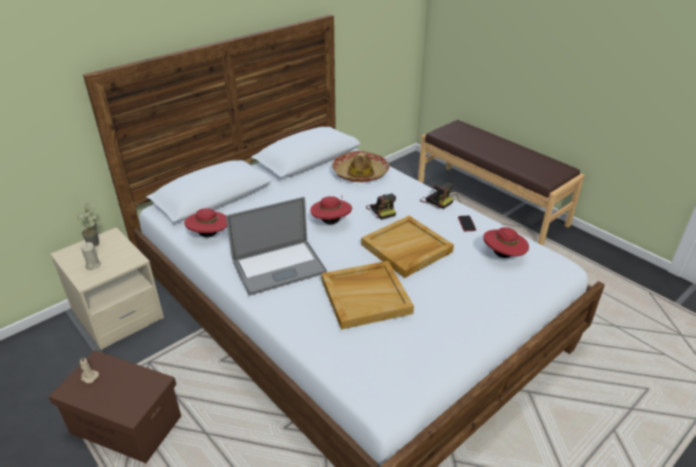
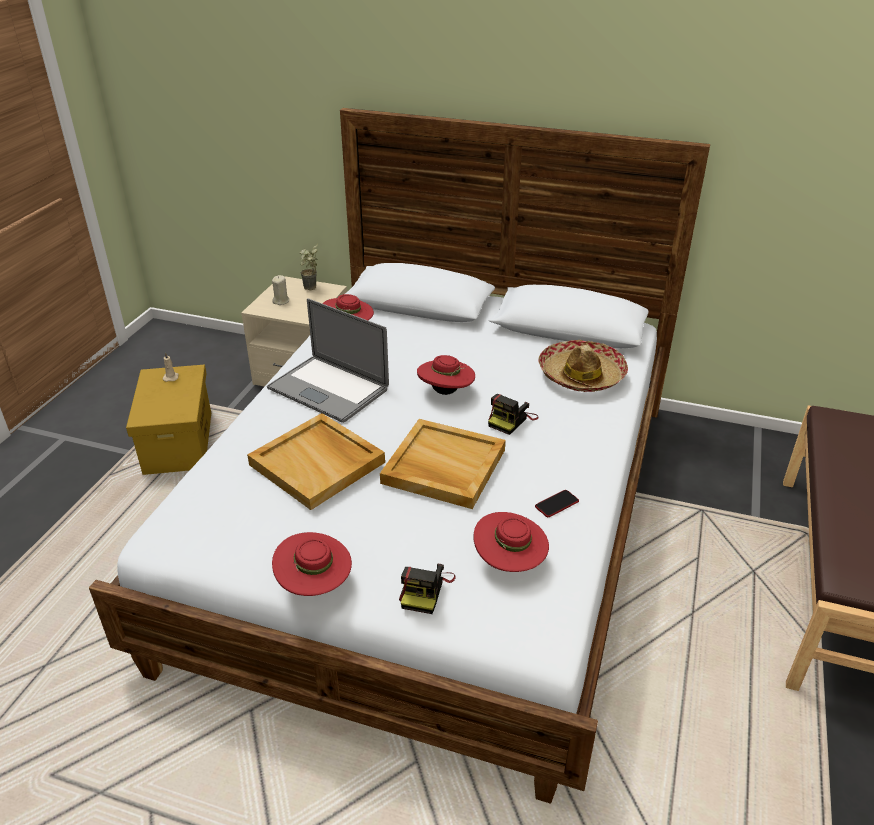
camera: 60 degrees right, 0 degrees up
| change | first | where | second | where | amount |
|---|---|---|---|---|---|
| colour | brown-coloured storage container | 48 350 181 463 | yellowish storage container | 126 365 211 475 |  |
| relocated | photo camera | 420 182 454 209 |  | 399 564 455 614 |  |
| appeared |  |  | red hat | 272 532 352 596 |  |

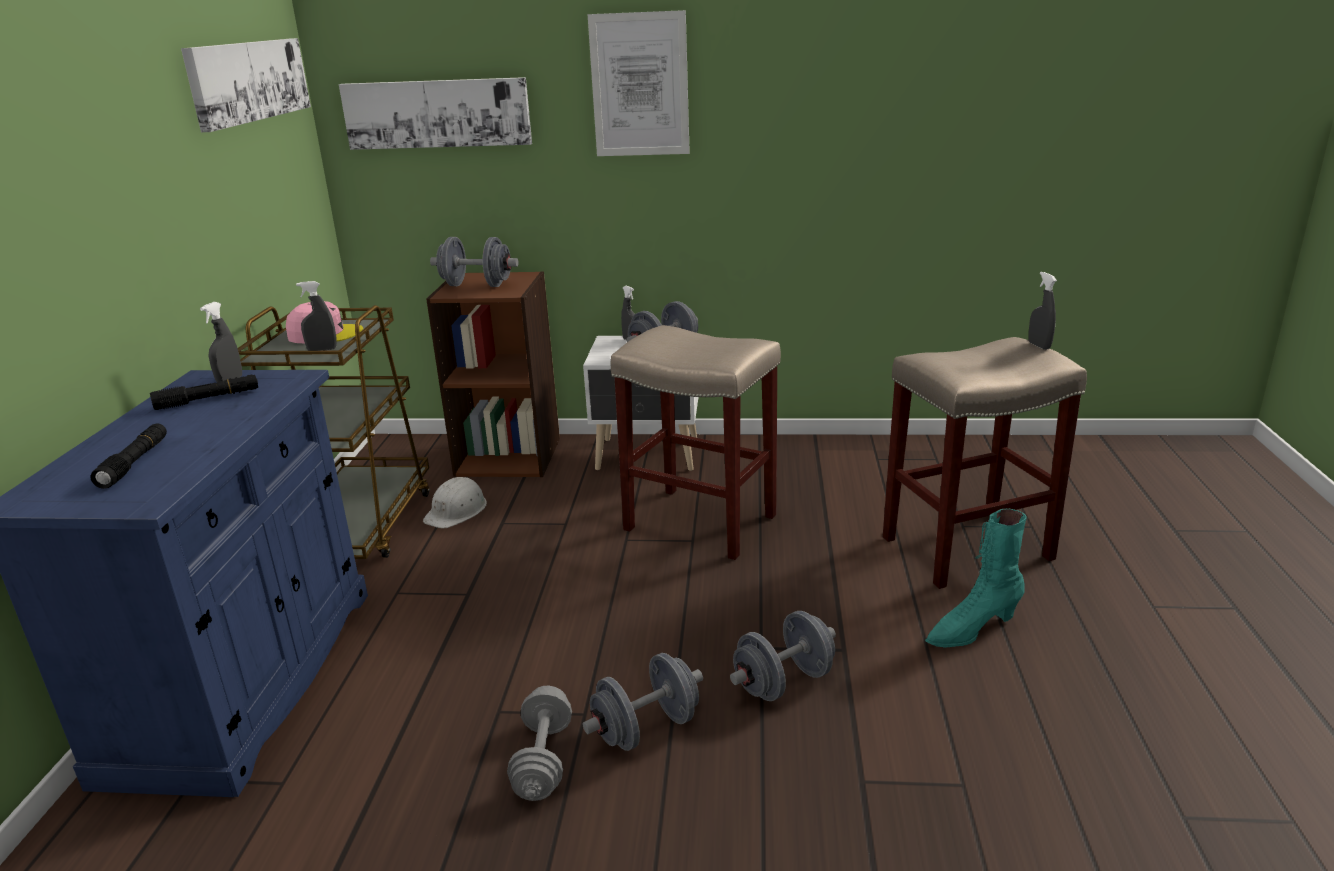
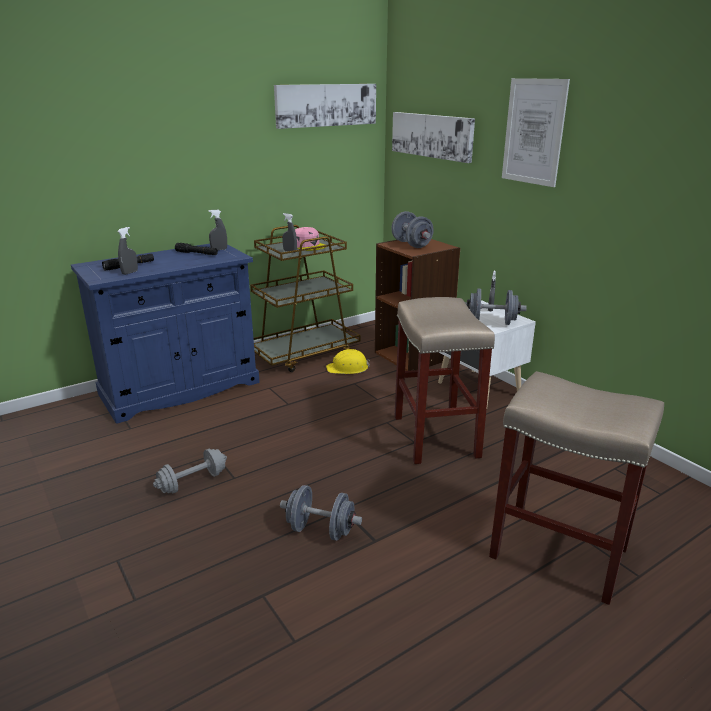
camera: 50 degrees right, 0 degrees up
| change | first | where | second | where | amount |
|---|---|---|---|---|---|
| colour | white safety helmet | 423 477 487 528 | yellowish safety helmet | 326 349 370 374 |  |
| missing | gray hand weight | 583 653 703 751 |  |  |  |
| missing | turquoise-coloured tall boot | 925 509 1026 648 |  |  |  |
| relocated | gray spray bottle | 1028 272 1057 350 |  | 117 227 138 275 |  |

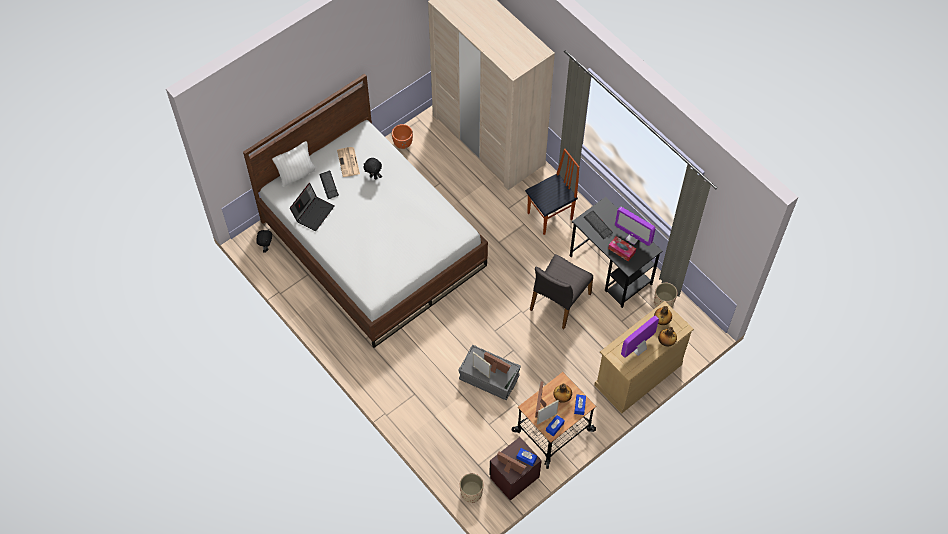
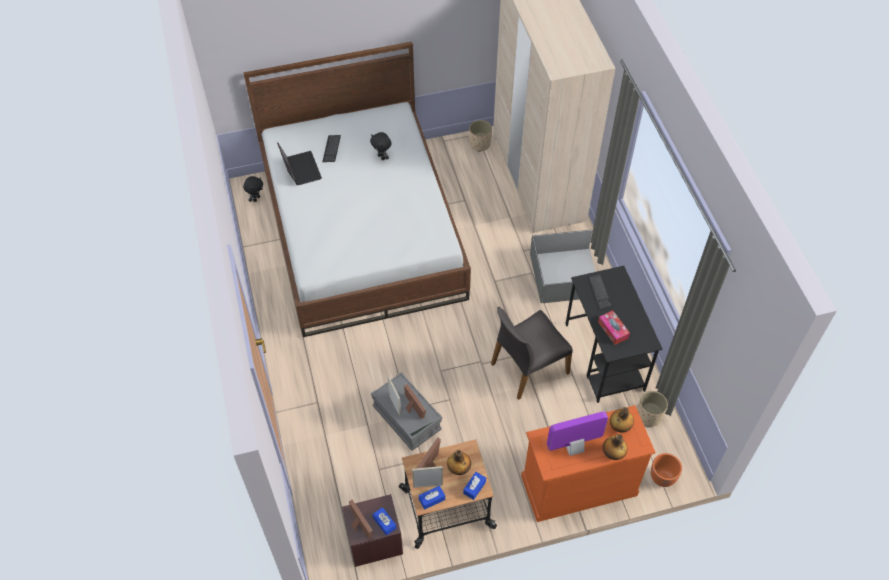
camera: 25 degrees right, 5 degrees down
| change | first | where | second | where | amount |
|---|---|---|---|---|---|
| missing | white cushion | 272 141 317 188 |  |  |  |
| spun | portable computer | 290 183 335 231 |  | 277 142 322 185 | 75 degrees counterclockwise |
| missing | daily paper | 337 147 360 177 |  |  |  |
| relocated | orange-coloured flower pot | 392 124 413 149 |  | 651 453 682 487 |  |
| relocated | beige flower pot | 460 473 484 503 |  | 469 120 492 152 |  |
| exchanged | chair | 525 148 579 235 | gray storage container | 530 230 595 303 |  |
| colour | beige chest of drawers | 594 301 694 413 | orange-coloured chest of drawers | 521 405 655 522 |  |
| missing | computer display | 615 207 656 246 |  |  |  |

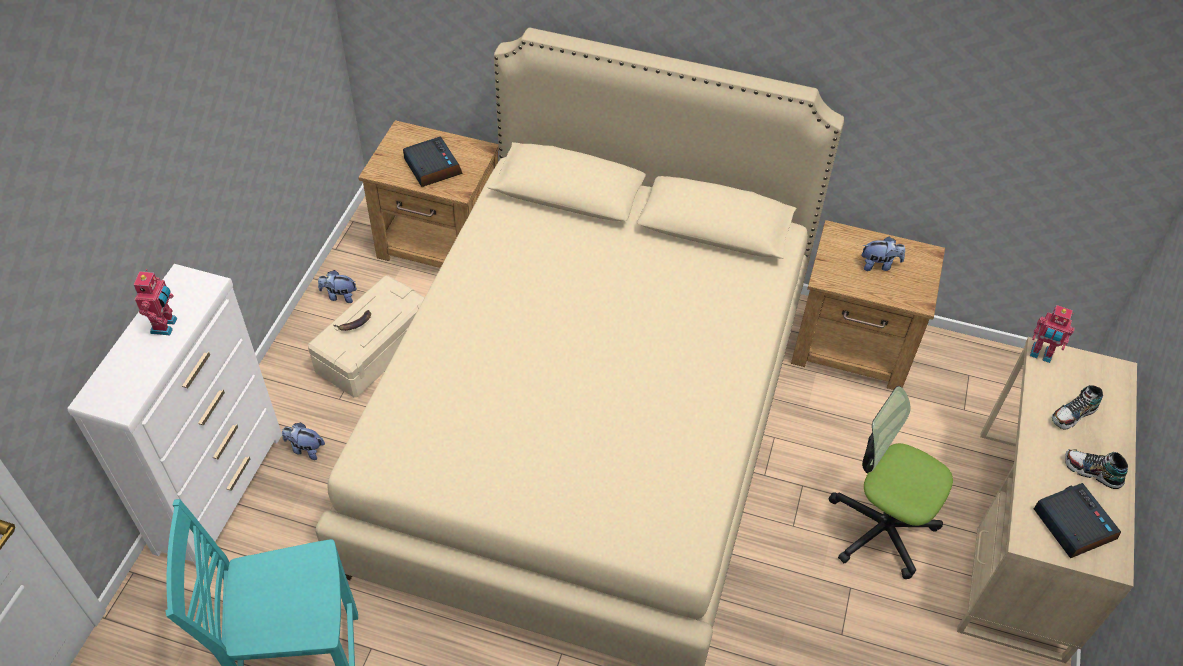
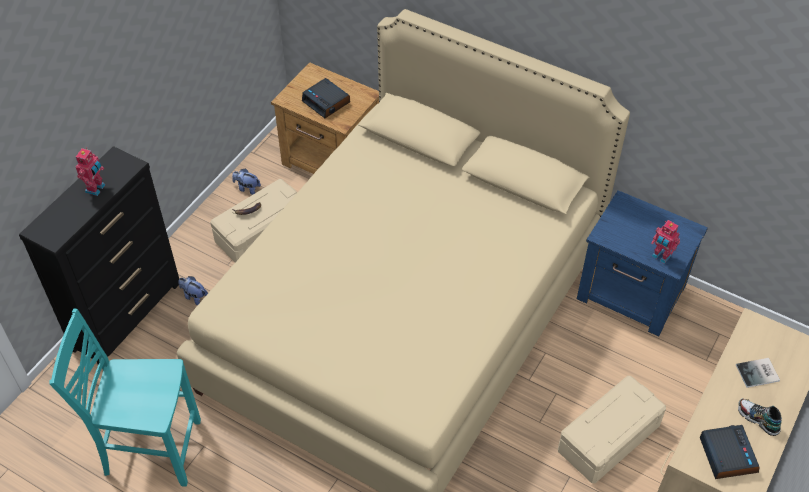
camera: 15 degrees right, 0 degrees up
| change | first | where | second | where | amount |
|---|---|---|---|---|---|
| colour | white chest of drawers | 68 264 282 566 | blackish chest of drawers | 19 146 179 364 |  |
| spun | table clock | 403 137 463 187 |  | 302 78 350 118 | 150 degrees clockwise |
| colour | brown-coloured night table | 791 220 945 390 | blue night table | 577 190 708 336 |  |
| exchanged | office chair | 829 386 953 579 | beige storage container | 558 376 666 483 |  |
| missing | soft toy | 861 237 905 271 |  |  |  |
| relocated | robot figure | 1030 305 1075 363 |  | 651 220 680 264 |  |
| exchanged | low shoe | 1052 385 1103 430 | book | 736 358 780 388 |  |

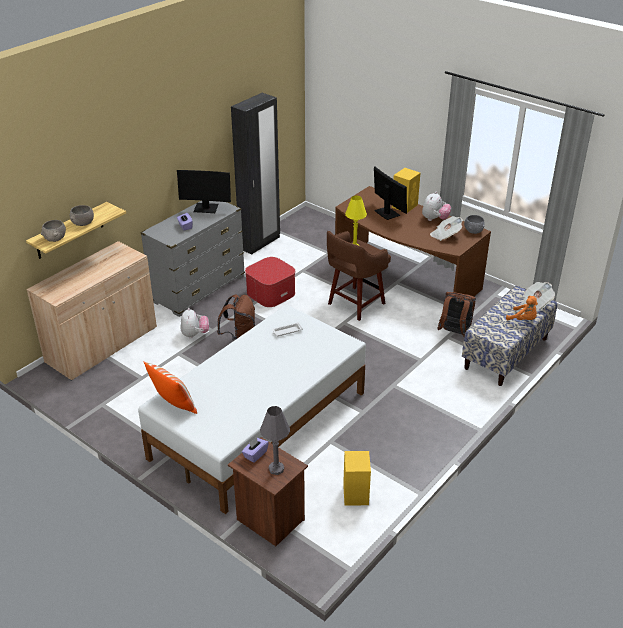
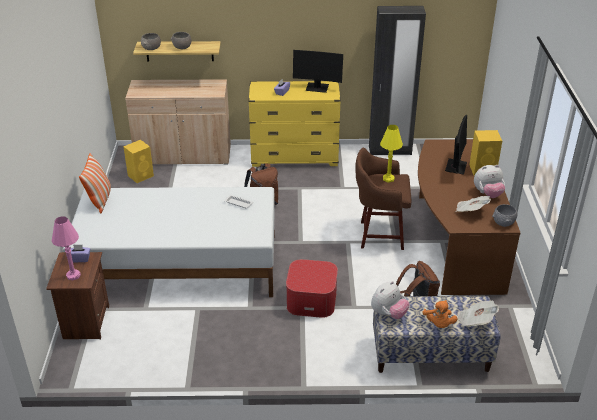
camera: 50 degrees right, 0 degrees up
| change | first | where | second | where | amount |
|---|---|---|---|---|---|
| colour | gray chest of drawers | 141 200 245 317 | yellowish chest of drawers | 248 81 341 167 |  |
| spun | computer display | 177 170 231 213 |  | 293 50 343 93 | 45 degrees counterclockwise |
| relocated | soft toy | 181 308 209 338 |  | 371 281 410 319 |  |
| relocated | pouffe | 245 257 295 307 |  | 286 259 338 318 |  |
| colour | gray lamp for a table | 260 406 290 475 | pink lamp for a table | 52 216 81 280 |  |
| relocated | yellowish loudspeaker | 343 451 371 506 |  | 123 140 154 183 |  |

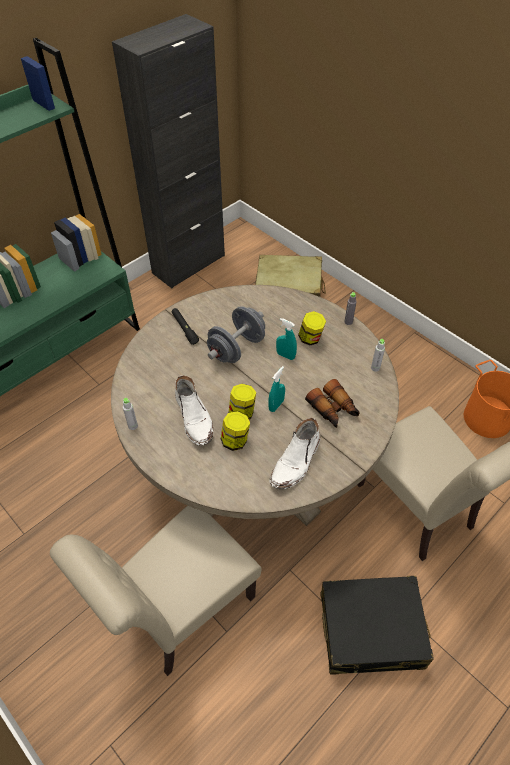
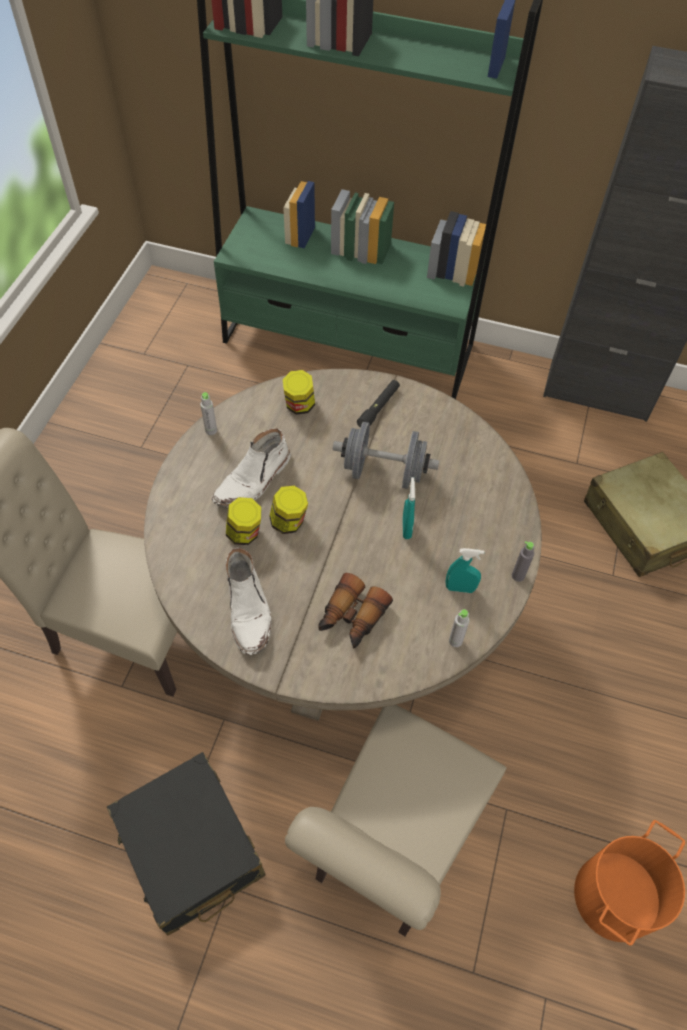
camera: 60 degrees right, 5 degrees up
| change | first | where | second | where | amount |
|---|---|---|---|---|---|
| relocated | turquoise-coloured spray bottle | 268 366 285 412 |  | 446 548 484 593 |  |
| spun | white tall boot | 269 418 320 489 |  | 226 548 272 655 | 105 degrees counterclockwise |
| relocated | jar | 298 311 326 345 |  | 283 370 315 415 |  |

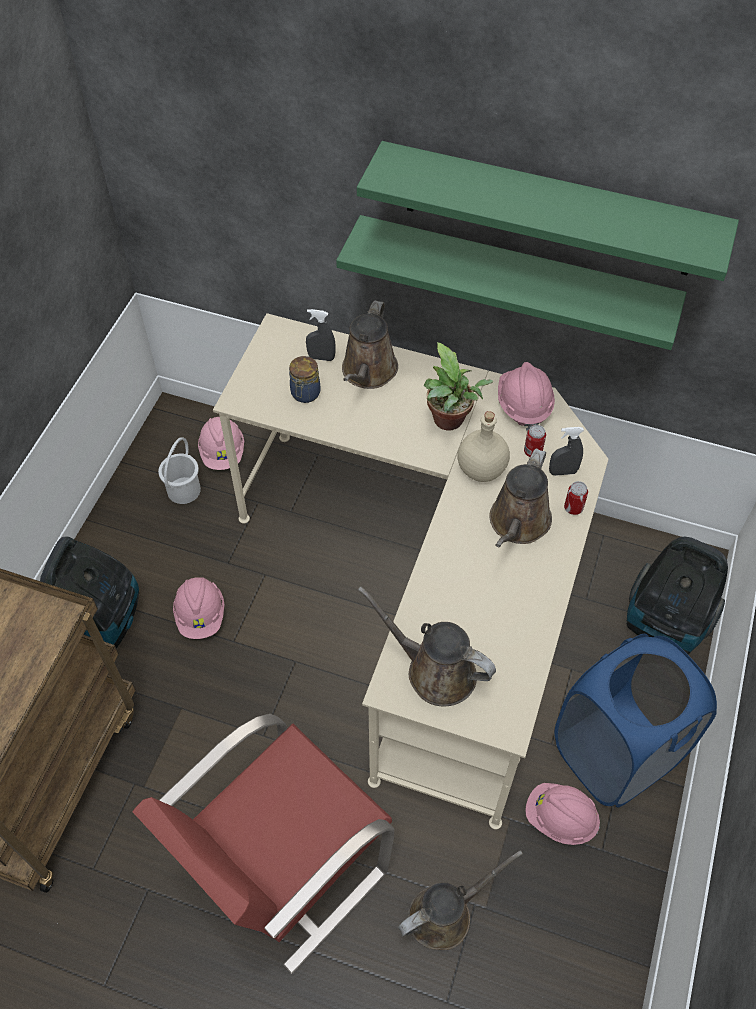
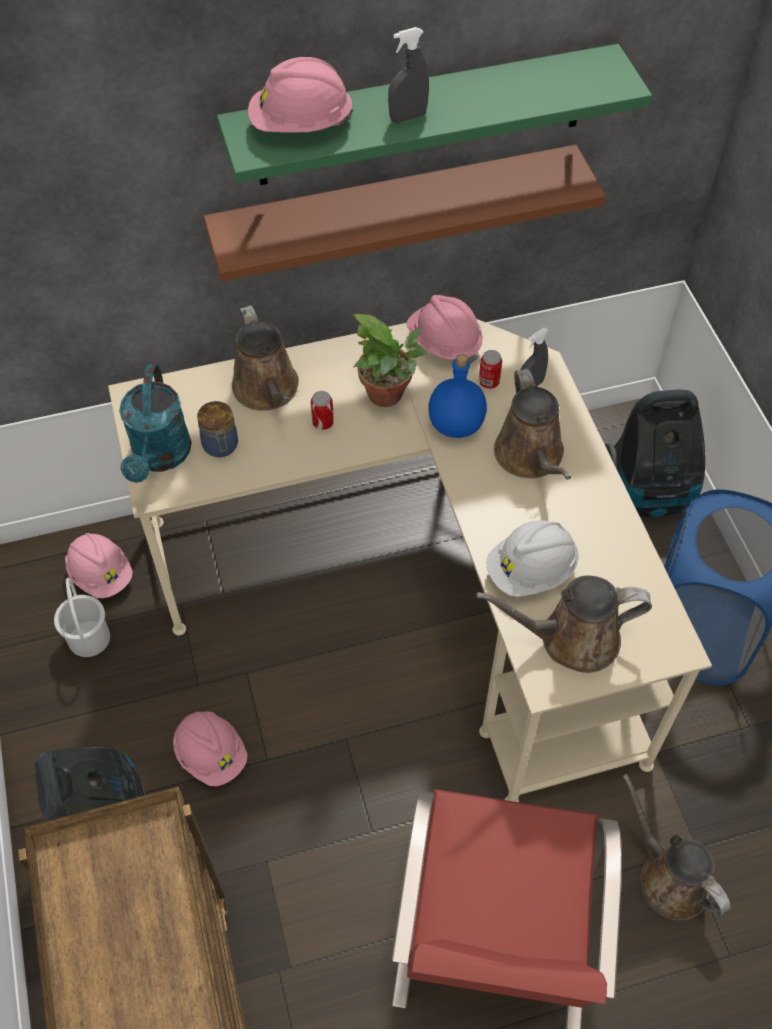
camera: 35 degrees left, 0 degrees up
| change | first | where | second | where | amount |
|---|---|---|---|---|---|
| relocated | gray spray bottle | 306 309 336 361 |  | 388 27 429 123 |  |
| colour | greenish wall shelf | 336 215 686 350 | brown-coloured wall shelf | 203 145 606 282 |  |
| spun | brown-coloured watering pot | 398 850 523 950 |  | 623 773 730 921 | 60 degrees counterclockwise |
| colour | beige beverage bottle | 457 411 510 482 | blue beverage bottle | 428 354 487 438 |  |
| relocated | pink safety helmet | 525 783 600 845 |  | 248 57 354 133 |  |
| relocated | can | 564 481 588 515 |  | 311 391 334 430 |  |
| appeared |  |  | turquoise-coloured watering pot | 119 365 192 483 |  |
| appeared |  |  | white safety helmet | 486 520 579 597 |  |

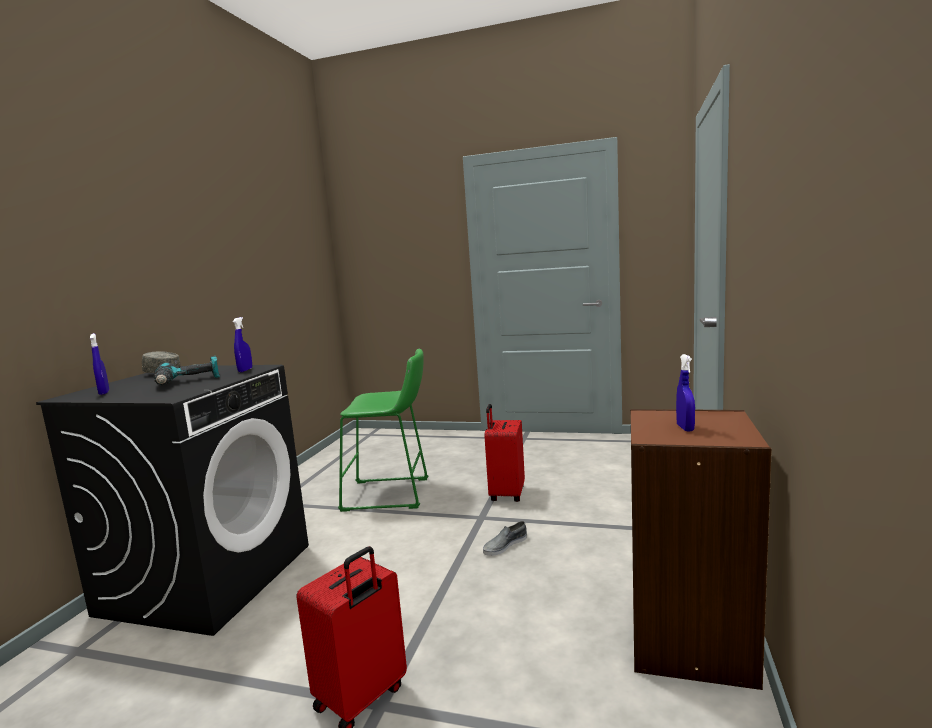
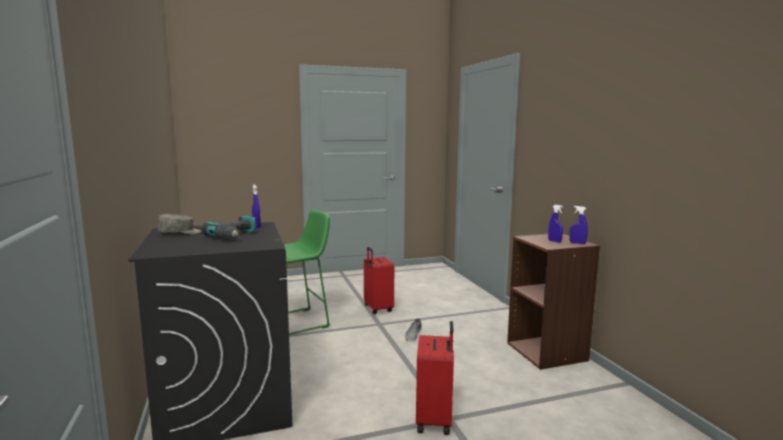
camera: 35 degrees left, 0 degrees up
| change | first | where | second | where | amount |
|---|---|---|---|---|---|
| relocated | blue spray bottle | 90 333 109 395 |  | 569 206 588 244 |  |

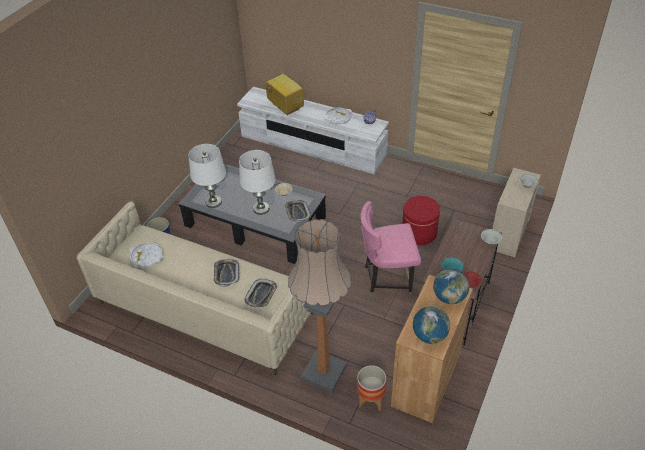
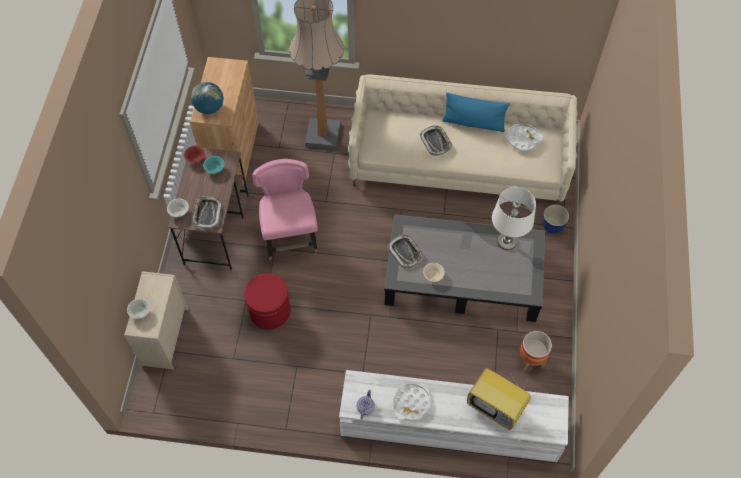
camera: 160 degrees right, 15 degrees up
| change | first | where | second | where | amount |
|---|---|---|---|---|---|
| missing | white lamp for a table | 239 150 276 215 |  |  |  |
| relocated | tray | 245 279 277 308 |  | 192 196 222 229 |  |
| relocated | flower pot | 357 365 386 410 |  | 518 331 552 372 |  |
| spun | pink chair | 360 201 421 298 |  | 252 159 318 260 | 75 degrees counterclockwise |
| missing | desk globe | 413 306 450 344 |  |  |  |
| appeared |  |  | blue cushion | 442 93 510 132 |  |

